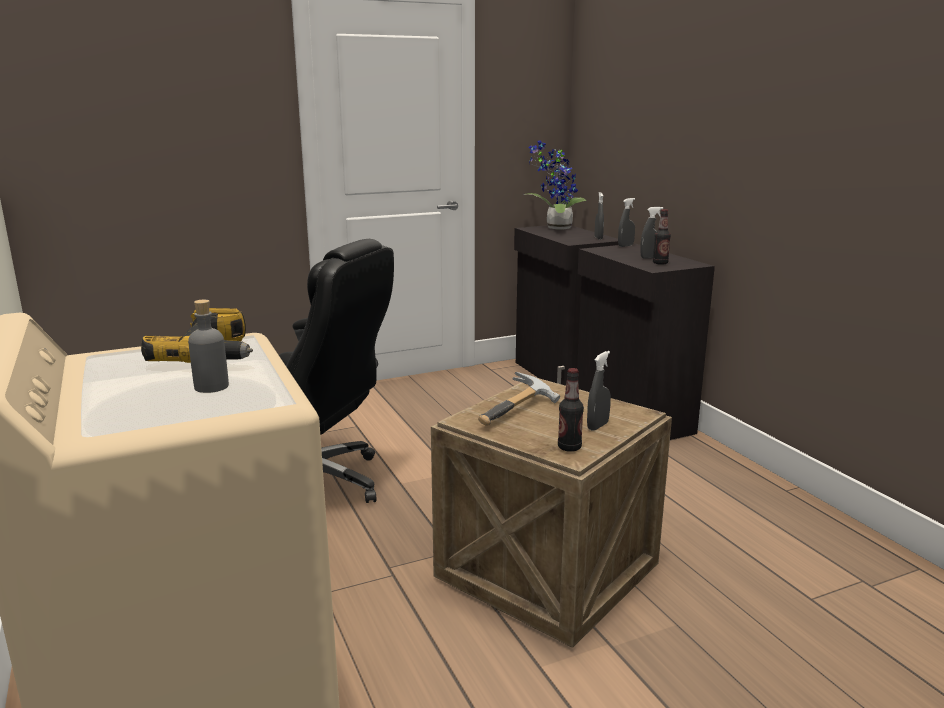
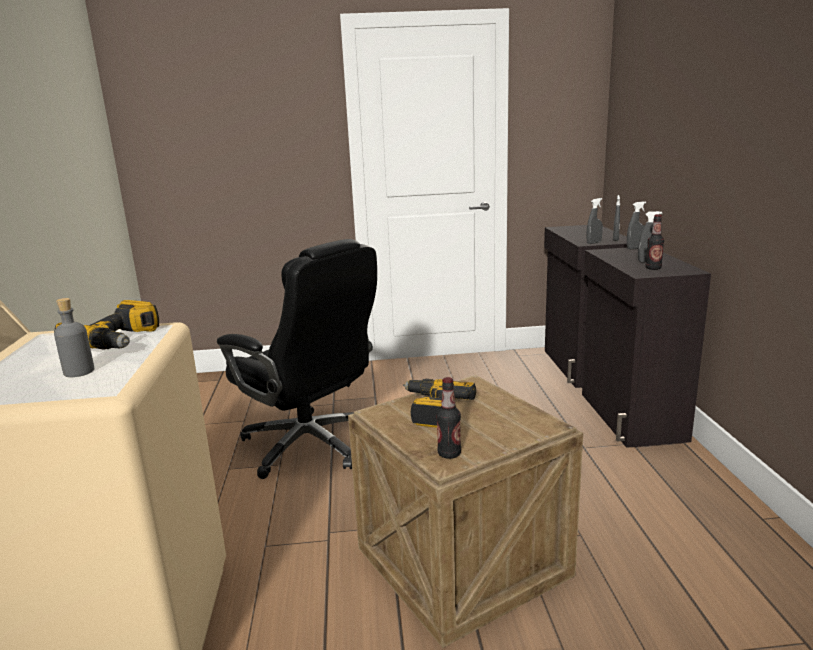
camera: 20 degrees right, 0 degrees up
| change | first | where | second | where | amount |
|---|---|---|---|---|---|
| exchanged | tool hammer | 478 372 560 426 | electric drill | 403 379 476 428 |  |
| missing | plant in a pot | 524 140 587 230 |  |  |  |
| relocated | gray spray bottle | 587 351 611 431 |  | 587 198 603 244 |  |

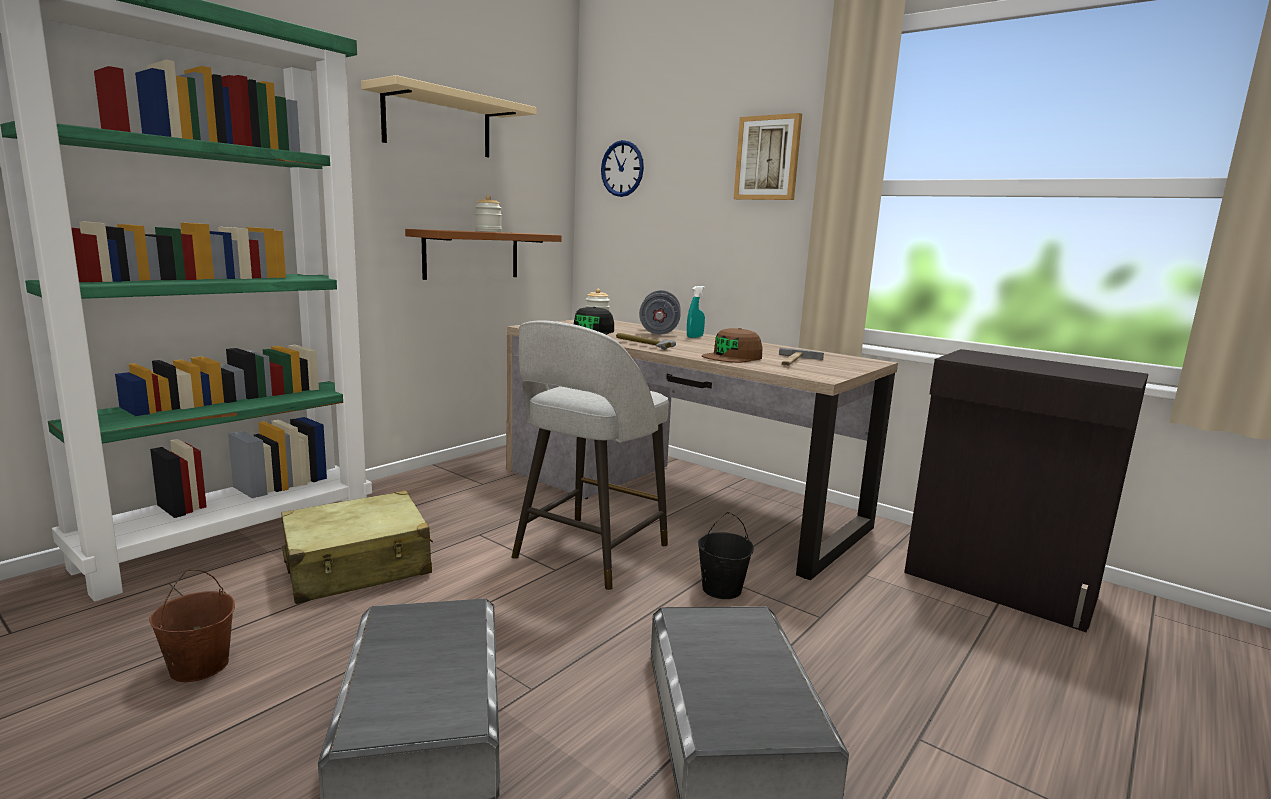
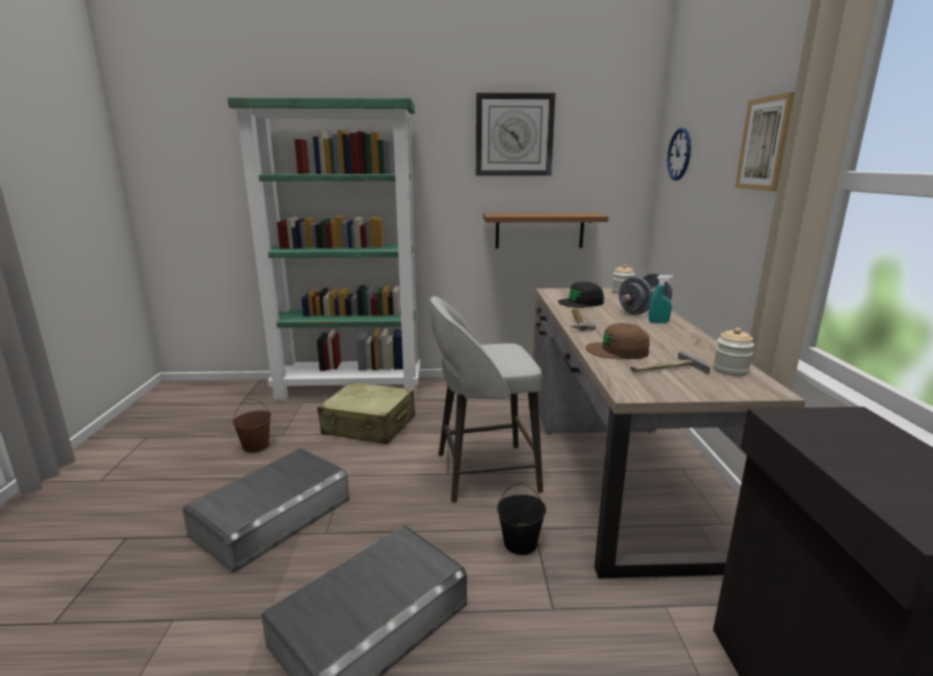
camera: 50 degrees right, 5 degrees up
| change | first | where | second | where | amount |
|---|---|---|---|---|---|
| exchanged | beige wall shelf | 361 75 537 158 | hanging clock | 476 93 555 176 |  |
| relocated | jar | 475 195 502 232 |  | 713 328 754 376 |  |

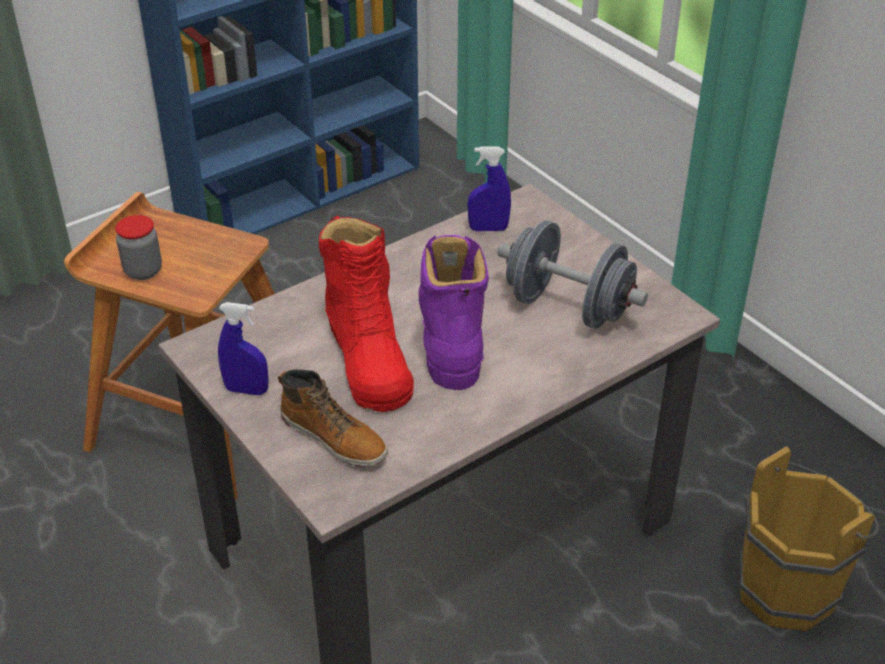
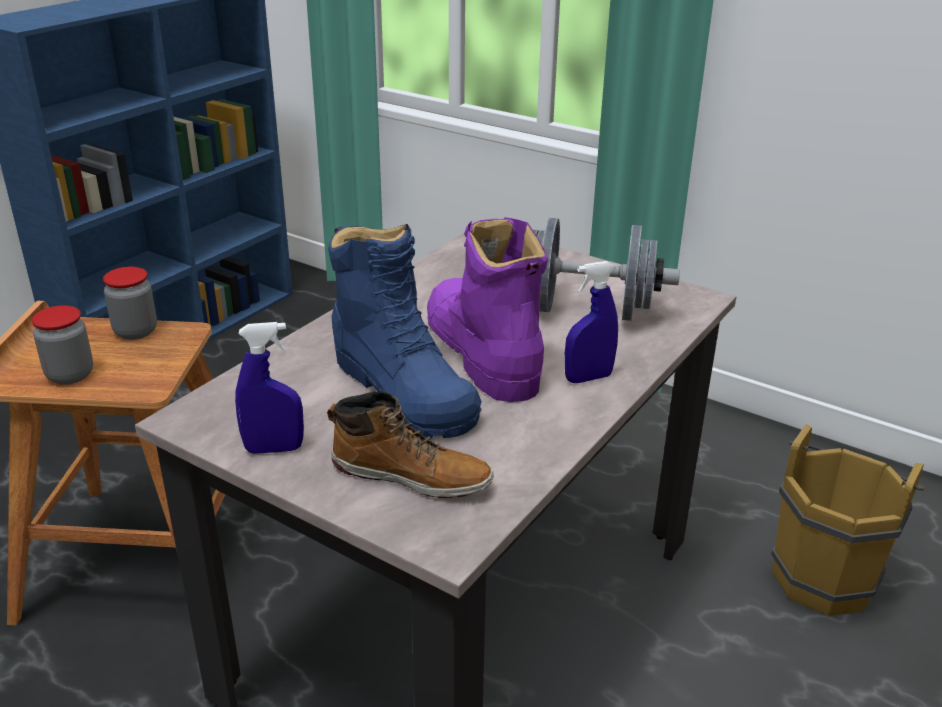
camera: 20 degrees left, 10 degrees down
| change | first | where | second | where | amount |
|---|---|---|---|---|---|
| colour | red tall boot | 319 216 414 412 | blue tall boot | 328 224 482 438 |  |
| relocated | blue spray bottle | 468 146 511 232 |  | 565 261 618 383 |  |
| appeared |  |  | jar | 103 267 157 340 |  |

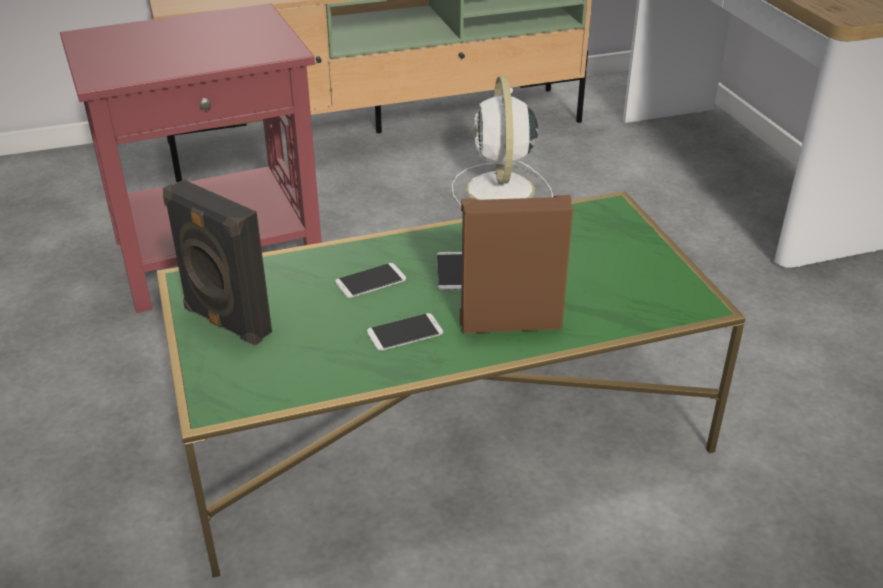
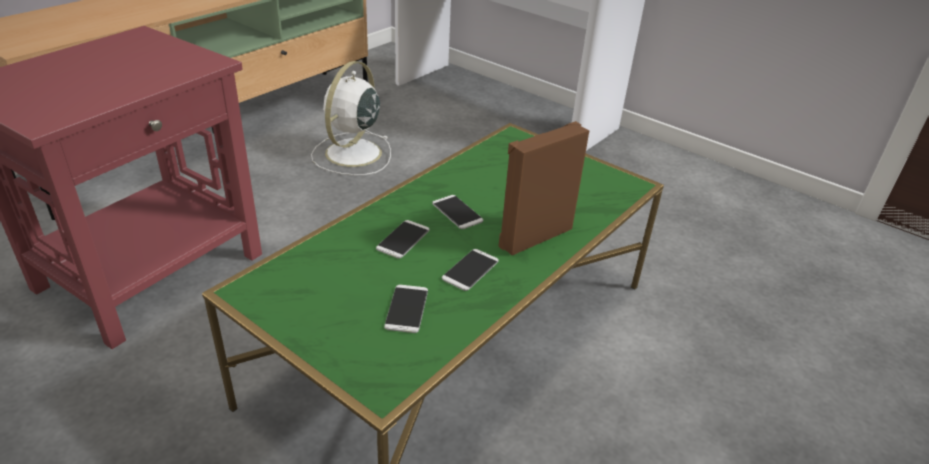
camera: 35 degrees left, 0 degrees up
| change | first | where | second | where | amount |
|---|---|---|---|---|---|
| missing | blackish loudspeaker | 163 179 272 345 |  |  |  |
| spun | white fan | 452 76 553 206 |  | 311 61 391 175 | 60 degrees clockwise |
| appeared |  |  | telephone | 384 285 428 333 |  |

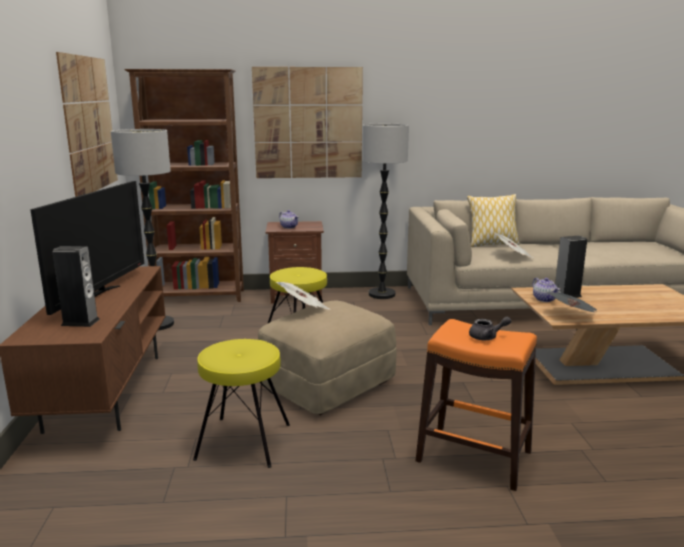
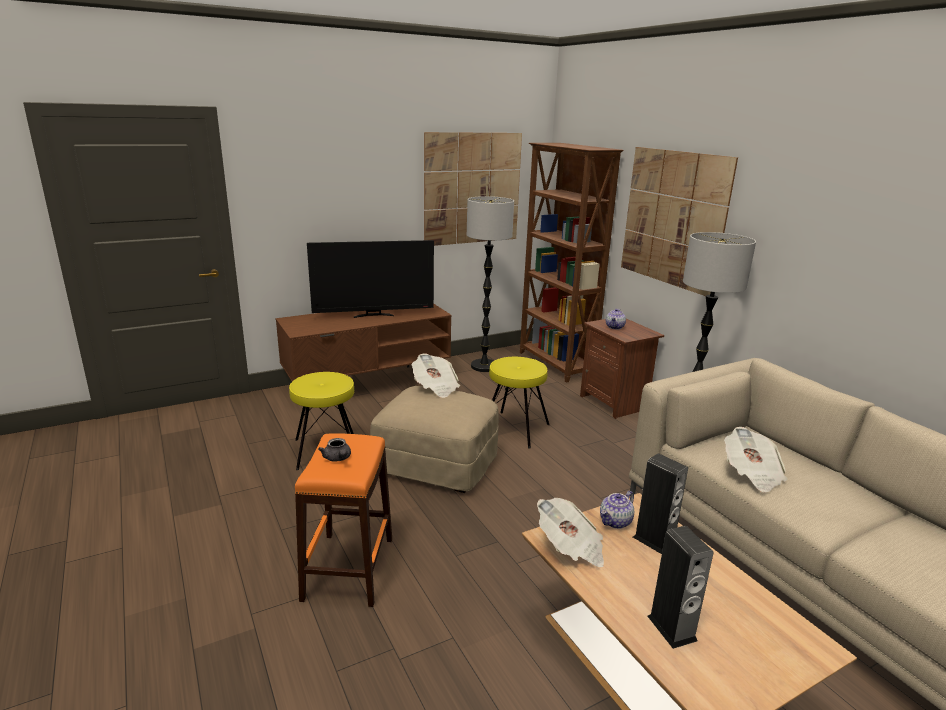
camera: 65 degrees right, 5 degrees up
| change | first | where | second | where | amount |
|---|---|---|---|---|---|
| relocated | loudspeaker | 53 246 100 327 |  | 648 526 714 649 |  |
| missing | cushion | 467 194 520 247 |  |  |  |

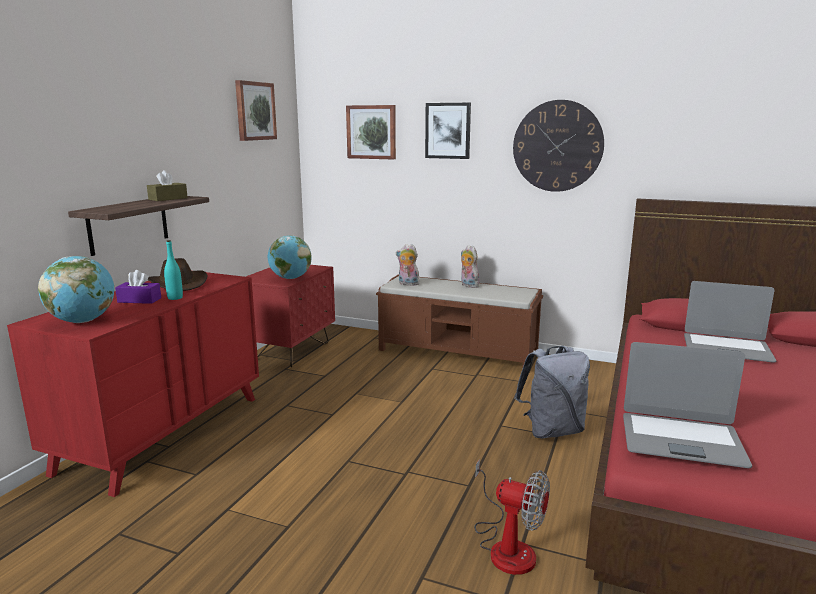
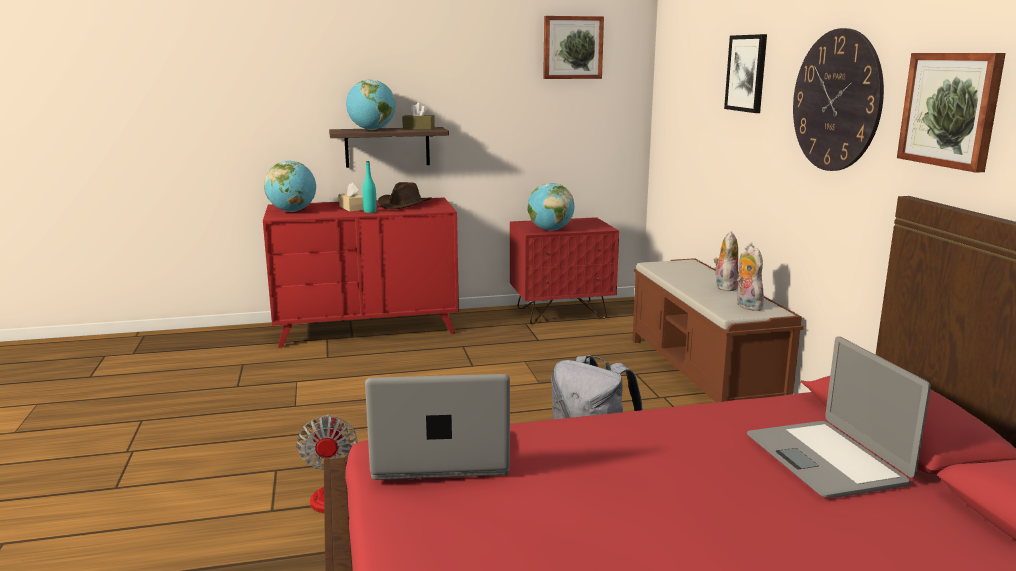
camera: 55 degrees right, 0 degrees up
| change | first | where | second | where | amount |
|---|---|---|---|---|---|
| colour | purple tissue box | 115 270 161 304 | beige tissue box | 339 183 364 212 |  |
| relocated | wall art | 346 105 396 159 |  | 897 53 1006 173 |  |
| relocated | soft toy | 396 244 419 286 |  | 737 246 764 311 |  |
| spun | portable computer | 623 342 752 468 |  | 365 374 510 480 | 105 degrees clockwise |
| appeared |  |  | desk globe | 346 79 396 130 |  |

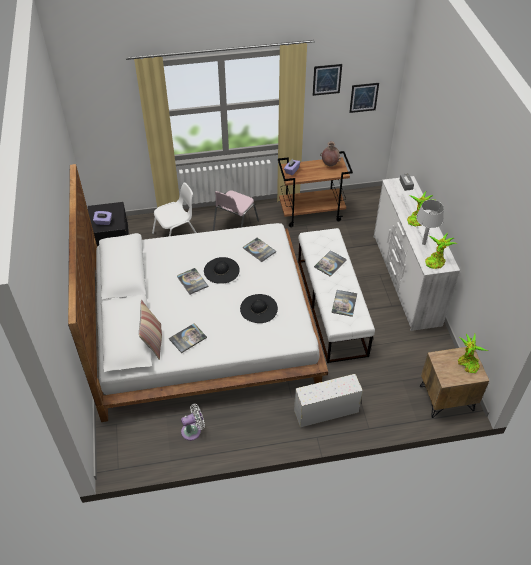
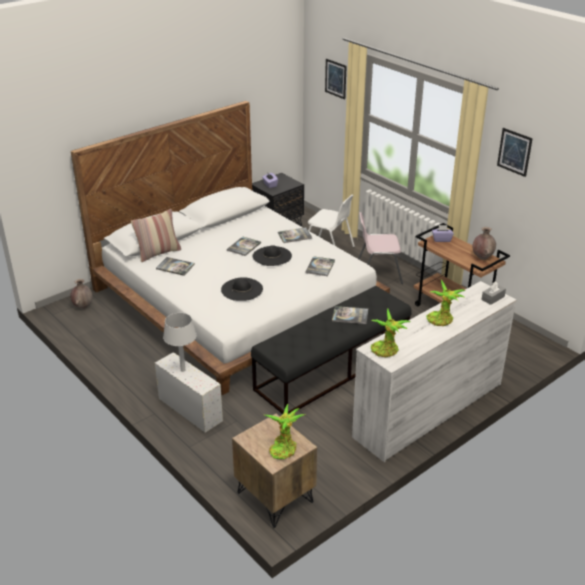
camera: 60 degrees right, 15 degrees down
| change | first | where | second | where | amount |
|---|---|---|---|---|---|
| missing | white fan | 181 404 205 441 |  |  |  |
| colour | white indoor bench | 298 228 375 363 | blackish indoor bench | 251 286 412 414 |  |
| relocated | book | 331 290 358 317 |  | 278 227 312 243 |  |
| relocated | wall art | 349 83 379 113 |  | 325 59 347 99 |  |
| relocated | gray lamp for a table | 416 200 444 245 |  | 163 313 197 372 |  |
| appeared |  |  | brown-coloured flower vase | 70 279 92 309 |  |

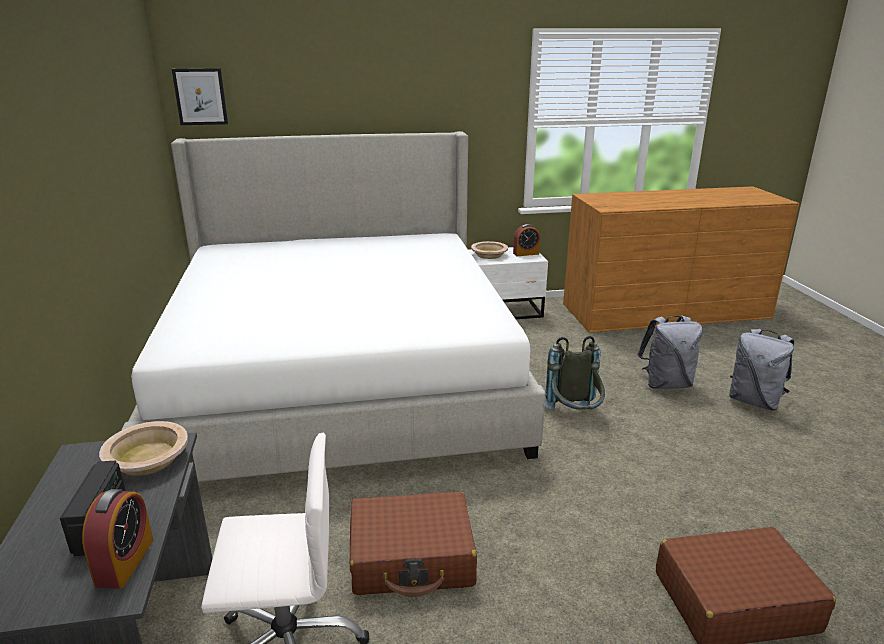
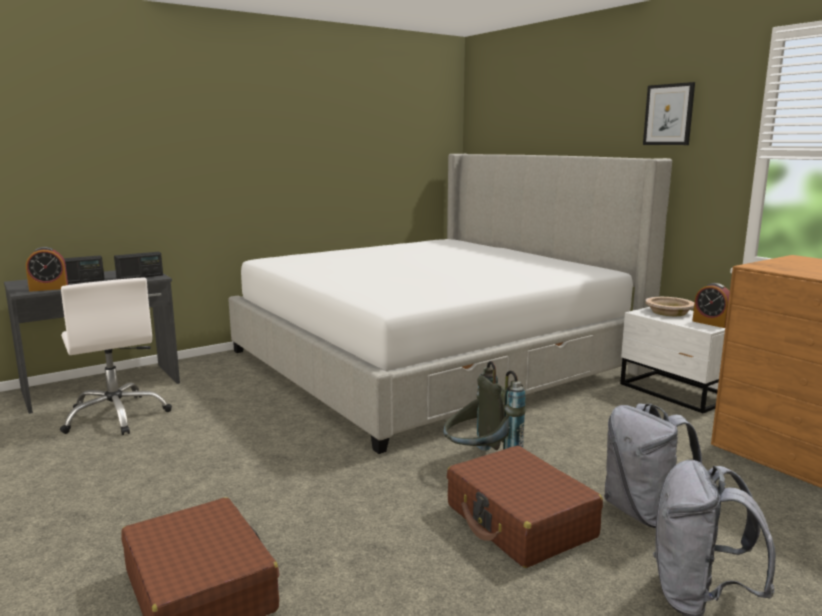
camera: 65 degrees right, 10 degrees down
| change | first | where | second | where | amount |
|---|---|---|---|---|---|
| exchanged | beige deep dish | 99 421 188 476 | radio receiver | 114 252 163 279 |  |
| relocated | wall art | 172 68 228 125 |  | 643 82 695 145 |  |
| relocated | brown-coloured suitcase | 350 491 477 597 |  | 447 446 603 568 |  |

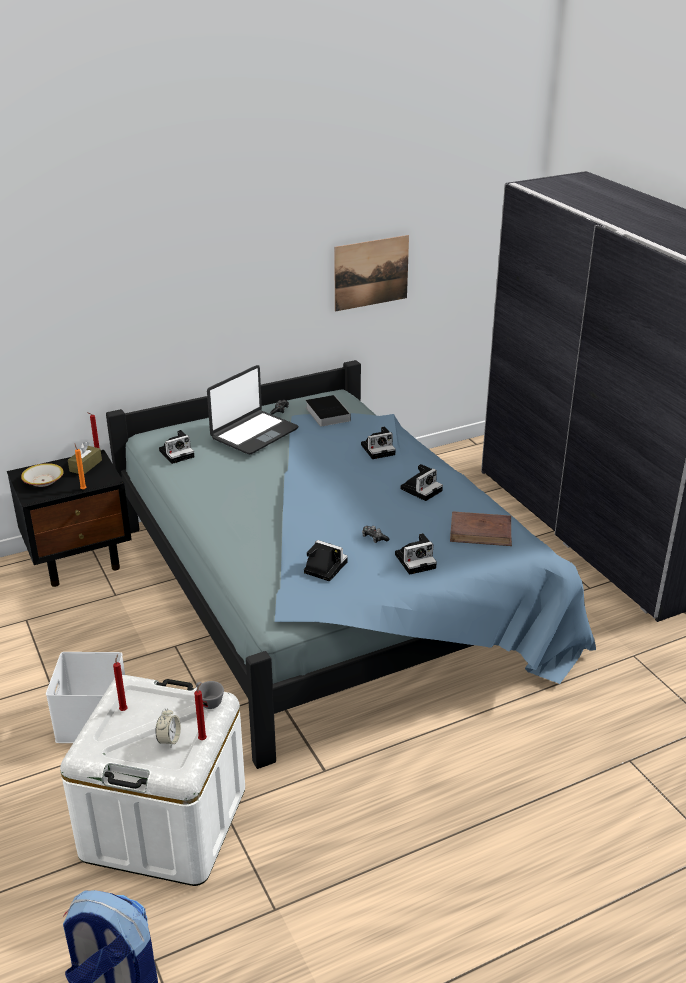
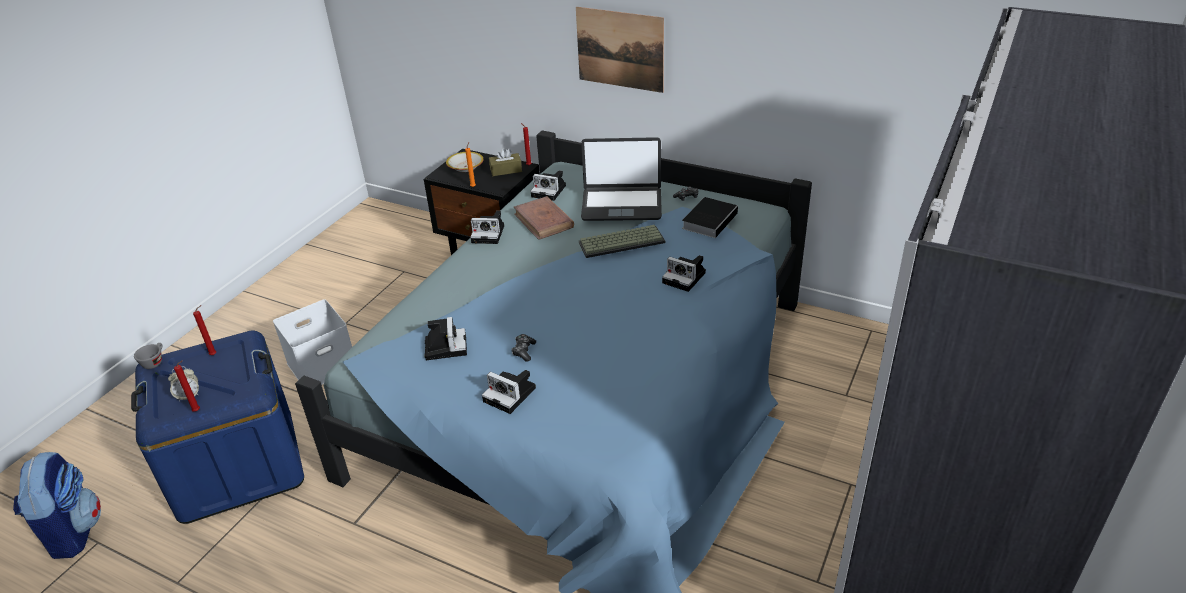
camera: 55 degrees right, 5 degrees up
| change | first | where | second | where | amount |
|---|---|---|---|---|---|
| colour | white storage container | 60 675 245 886 | blue storage container | 131 330 304 524 |  |
| relocated | gray drinking cup | 196 681 224 709 |  | 134 343 162 369 |  |
| relocated | wall art | 334 235 409 312 |  | 576 7 664 93 |  |
| relocated | photo camera | 401 464 443 501 |  | 470 211 504 244 |  |
| relocated | brown-coloured book | 450 511 512 546 |  | 514 196 574 240 |  |
| appeared |  |  | keyboard | 579 225 665 258 |  |

